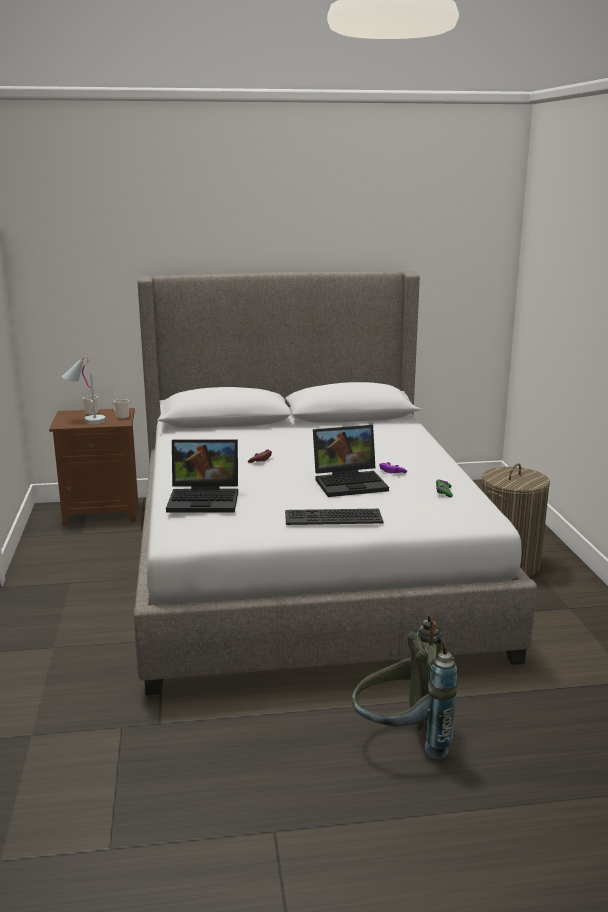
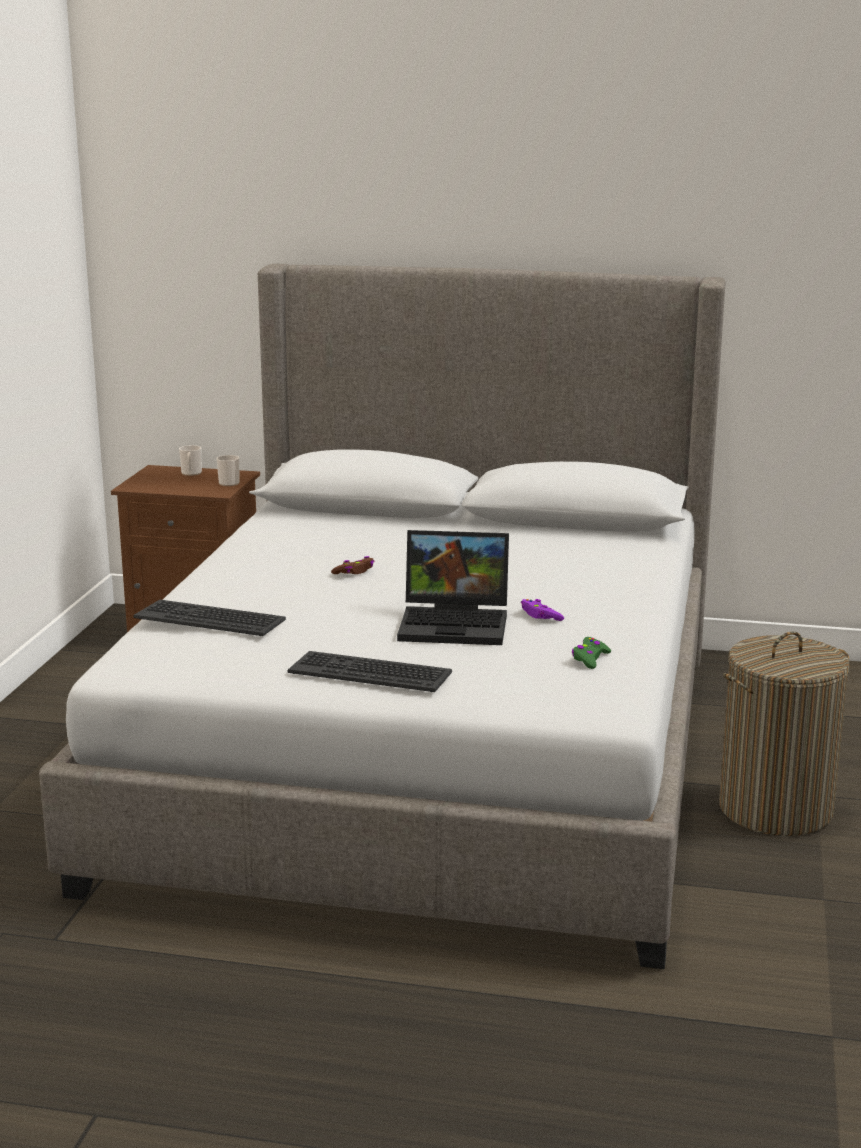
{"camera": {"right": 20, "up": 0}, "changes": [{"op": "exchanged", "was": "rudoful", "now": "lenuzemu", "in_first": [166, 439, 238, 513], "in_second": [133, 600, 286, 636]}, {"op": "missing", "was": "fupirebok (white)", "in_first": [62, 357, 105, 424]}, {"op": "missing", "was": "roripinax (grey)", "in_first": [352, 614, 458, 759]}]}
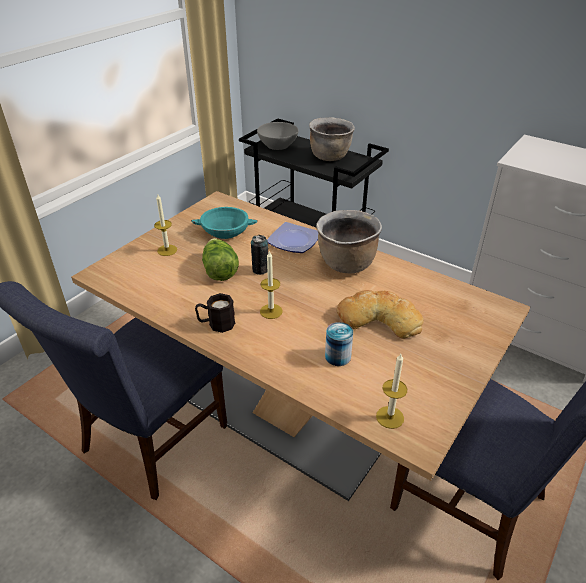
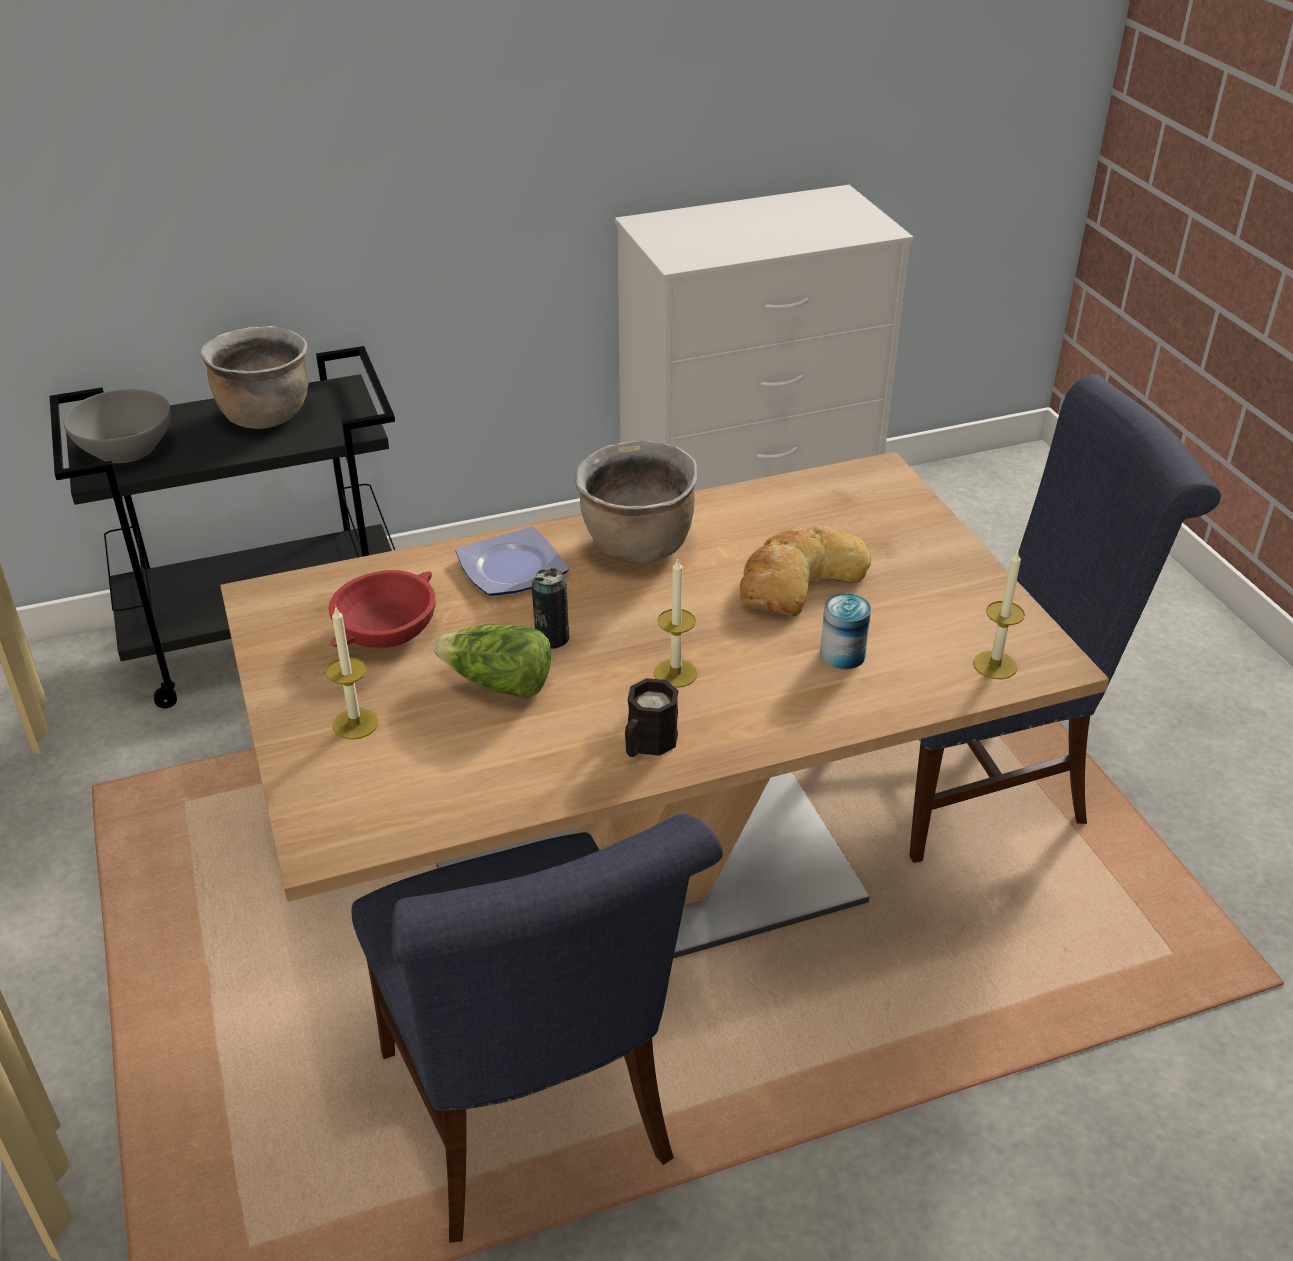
{"camera": {"right": -55, "up": 0}, "changes": [{"op": "colour", "was": "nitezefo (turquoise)", "now": "nitezefo (red)", "in_first": [191, 207, 258, 239], "in_second": [329, 570, 436, 648]}]}
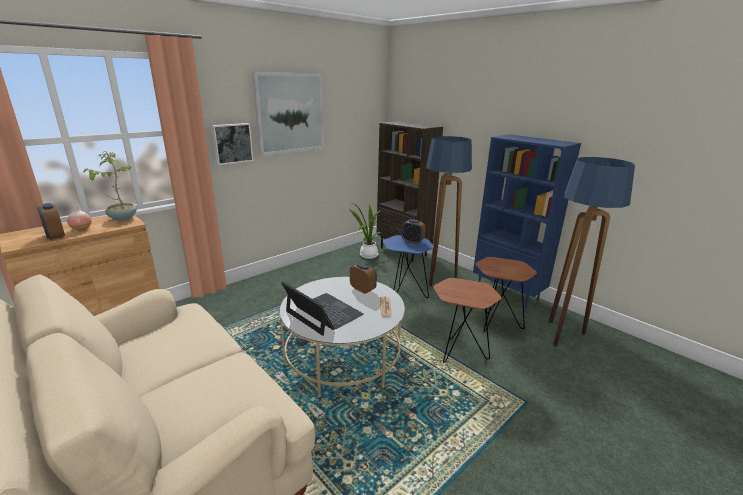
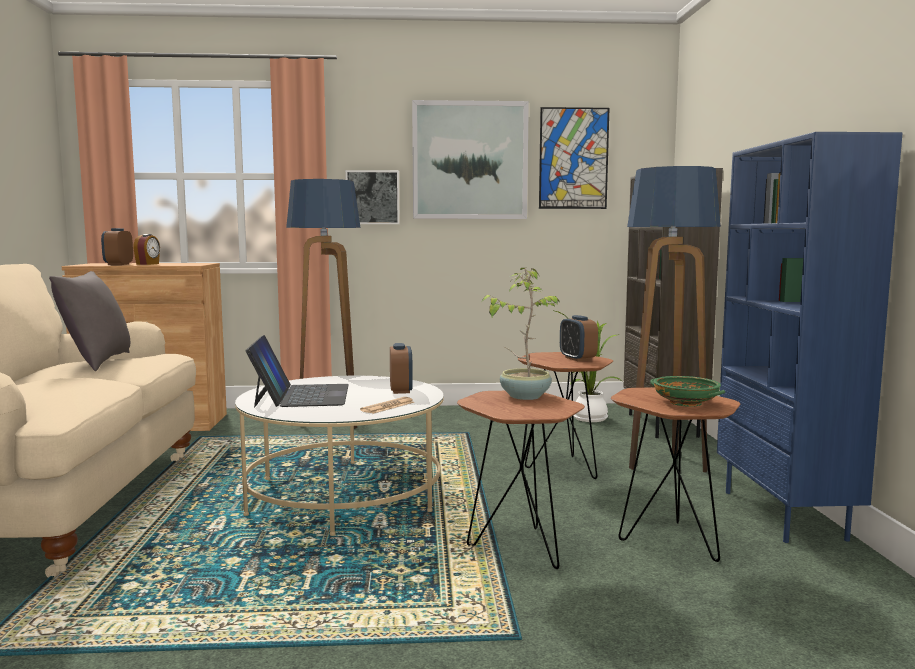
{"camera": {"right": 40, "up": -15}, "changes": [{"op": "appeared", "now": "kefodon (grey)", "in_second": [49, 271, 130, 371]}, {"op": "exchanged", "was": "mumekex", "now": "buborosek", "in_first": [67, 204, 92, 230], "in_second": [133, 234, 160, 265]}, {"op": "relocated", "was": "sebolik", "in_first": [549, 157, 635, 347], "in_second": [286, 179, 361, 429]}, {"op": "relocated", "was": "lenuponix", "in_first": [83, 151, 137, 221], "in_second": [482, 268, 560, 400]}, {"op": "colour", "was": "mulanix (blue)", "now": "mulanix (brown)", "in_first": [383, 235, 434, 298], "in_second": [518, 352, 613, 479]}, {"op": "appeared", "now": "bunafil", "in_second": [539, 107, 609, 209]}, {"op": "appeared", "now": "nitezefo (green)", "in_second": [650, 376, 725, 407]}]}
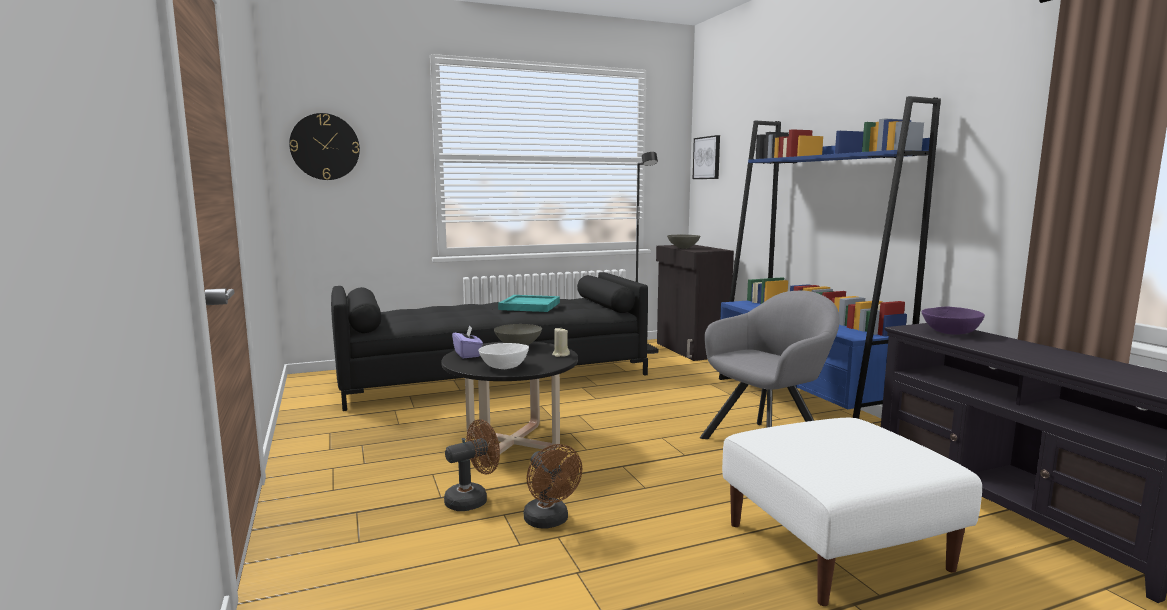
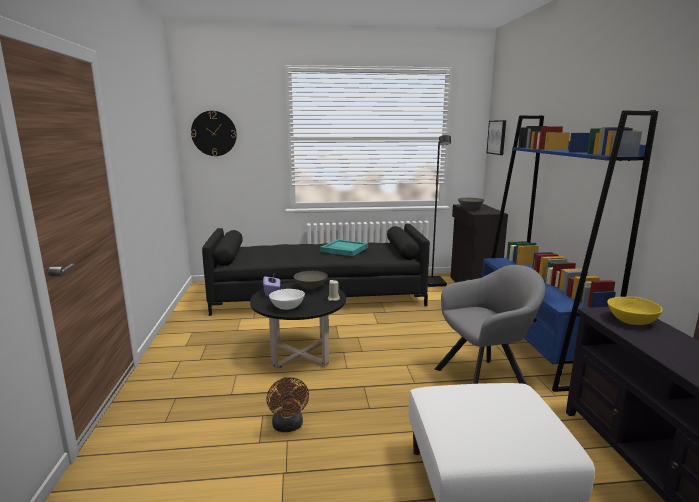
{"camera": {"right": 15, "up": 5}, "changes": [{"op": "colour", "was": "nitezefo (purple)", "now": "nitezefo (yellow)", "in_first": [921, 306, 985, 335], "in_second": [607, 296, 662, 325]}, {"op": "missing", "was": "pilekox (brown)", "in_first": [444, 420, 500, 511]}]}
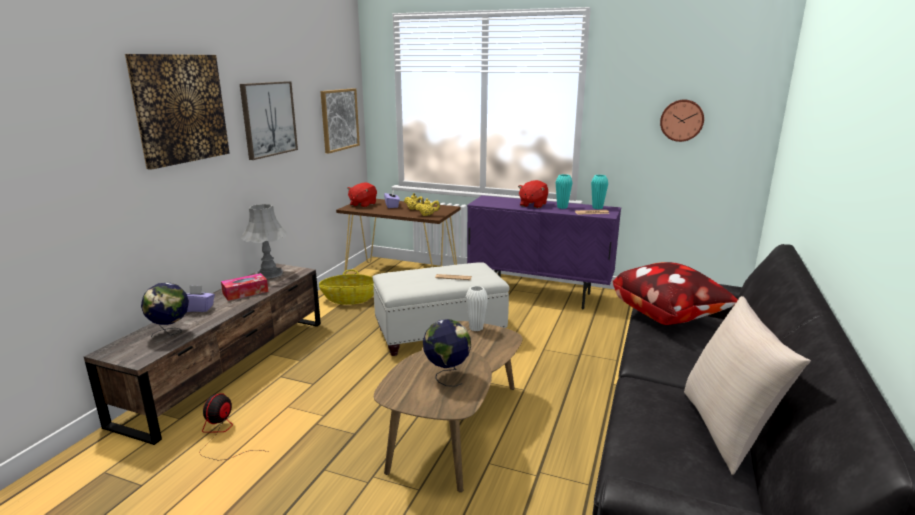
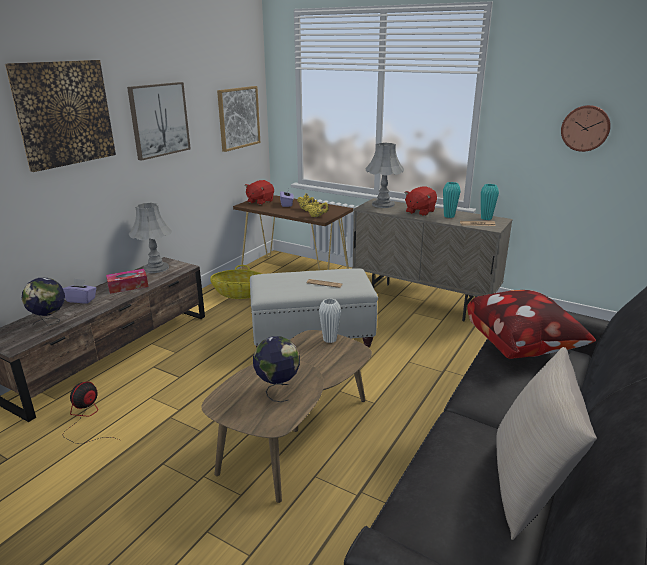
{"camera": {"right": 10, "up": 5}, "changes": [{"op": "colour", "was": "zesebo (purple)", "now": "zesebo (beige)", "in_first": [467, 195, 621, 310], "in_second": [352, 198, 513, 322]}, {"op": "appeared", "now": "fupirebok (grey)", "in_second": [365, 143, 404, 208]}]}
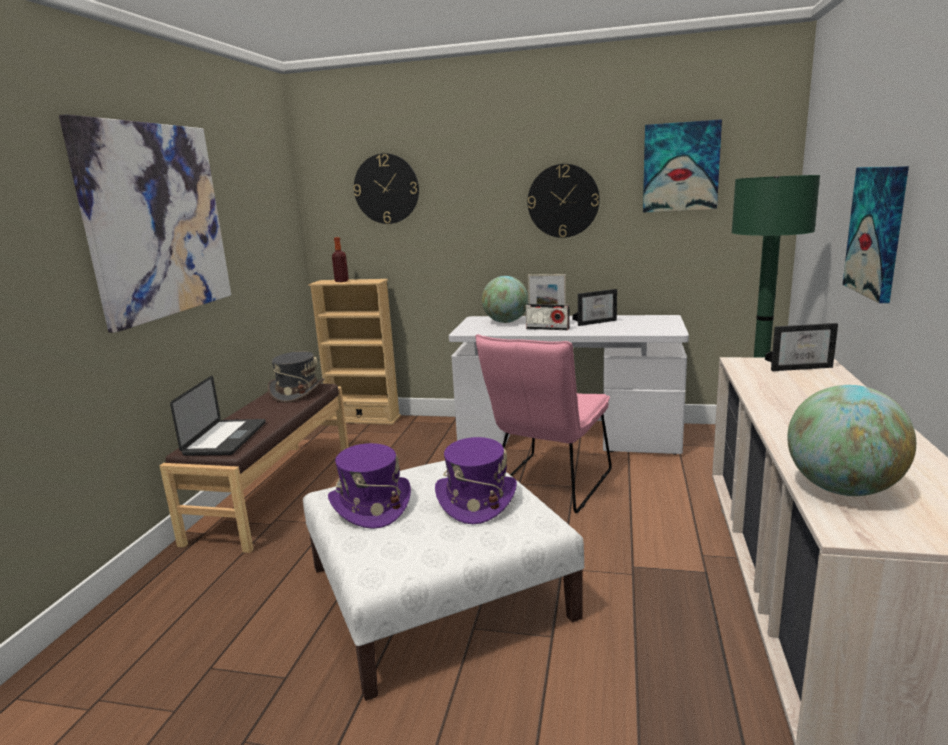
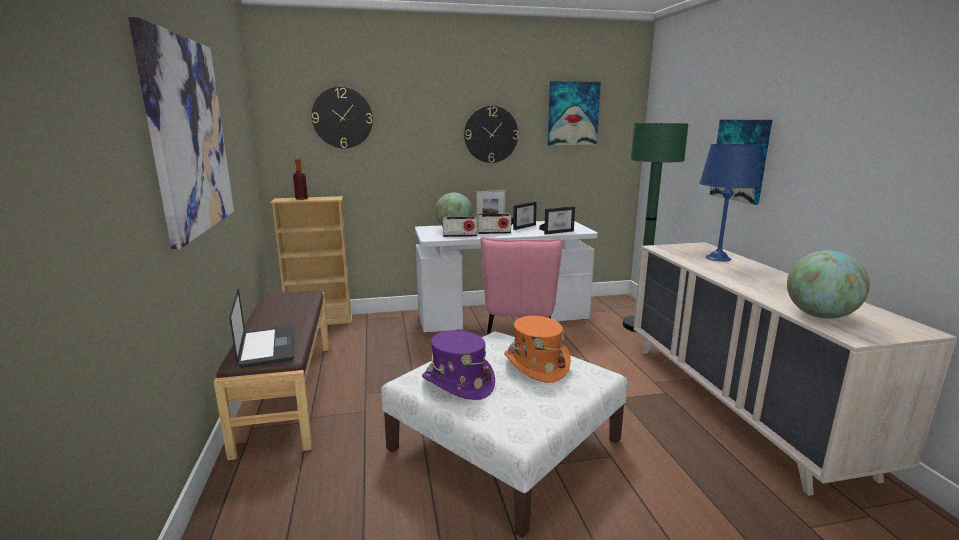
{"camera": {"right": -25, "up": 0}, "changes": [{"op": "appeared", "now": "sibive", "in_second": [443, 216, 477, 237]}, {"op": "colour", "was": "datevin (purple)", "now": "datevin (orange)", "in_first": [435, 437, 517, 524], "in_second": [504, 316, 571, 383]}, {"op": "relocated", "was": "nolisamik", "in_first": [765, 323, 838, 371], "in_second": [539, 206, 575, 235]}, {"op": "appeared", "now": "fupirebok (blue)", "in_second": [700, 144, 760, 262]}, {"op": "missing", "was": "datevin (grey)", "in_first": [268, 351, 325, 403]}]}
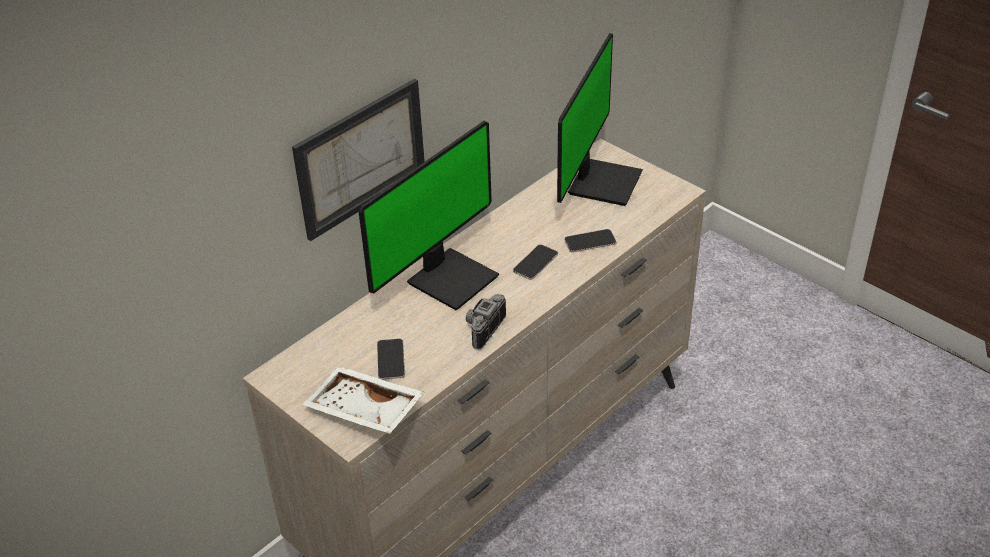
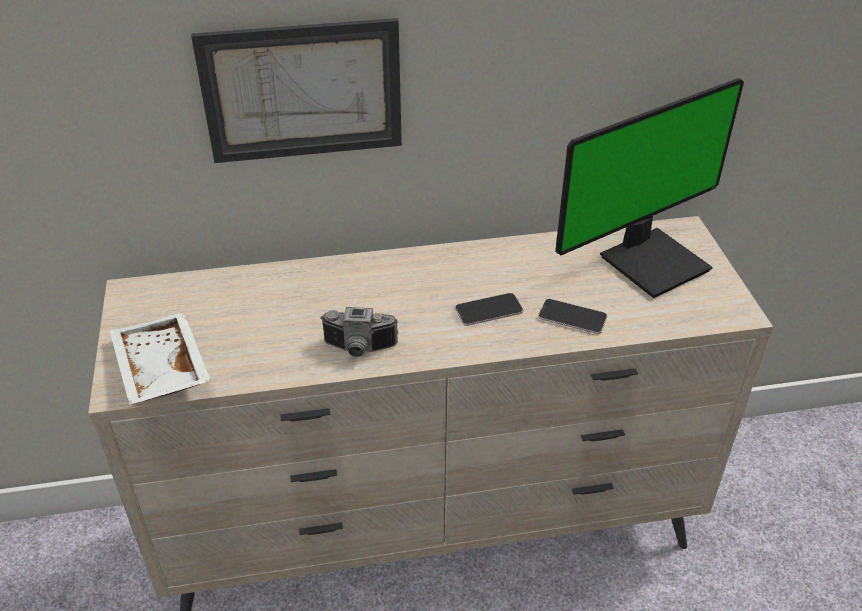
{"camera": {"right": 35, "up": 0}, "changes": [{"op": "spun", "was": "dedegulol", "in_first": [466, 294, 506, 349], "in_second": [320, 307, 398, 357], "clockwise": -150}, {"op": "missing", "was": "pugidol", "in_first": [358, 121, 499, 311]}, {"op": "missing", "was": "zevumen", "in_first": [377, 338, 405, 380]}]}
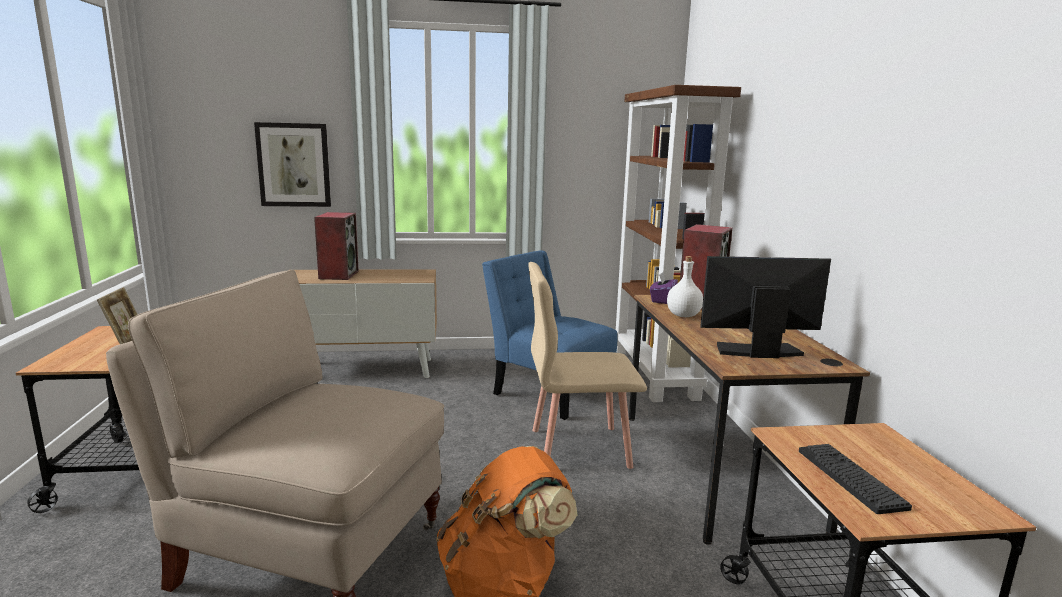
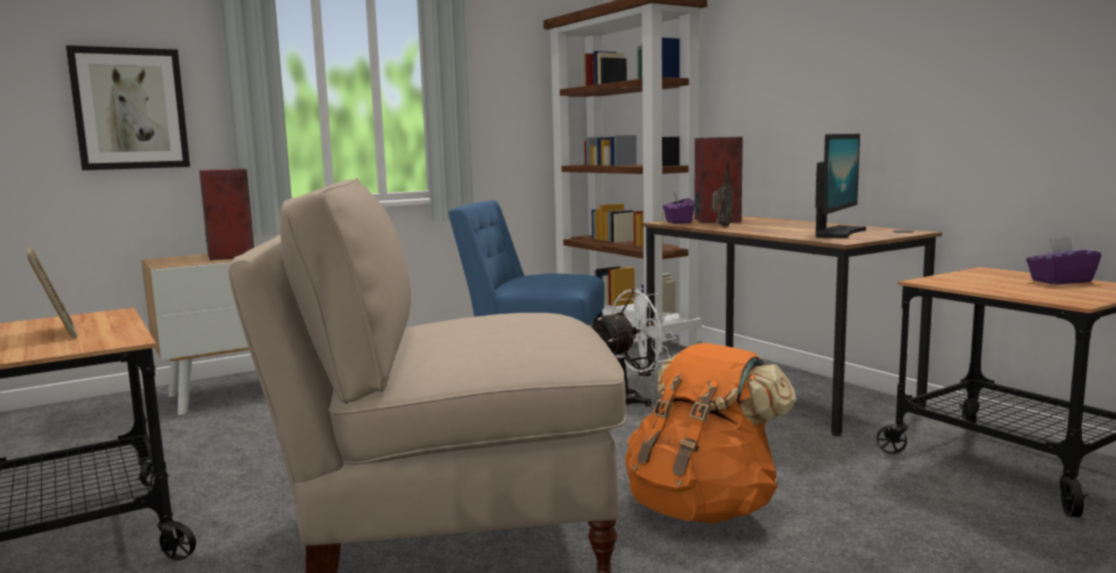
{"camera": {"right": -25, "up": -5}, "changes": [{"op": "exchanged", "was": "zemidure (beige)", "now": "pilekox (white)", "in_first": [528, 262, 647, 469], "in_second": [592, 288, 676, 407]}, {"op": "exchanged", "was": "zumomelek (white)", "now": "sibive", "in_first": [667, 256, 703, 317], "in_second": [712, 160, 733, 227]}, {"op": "spun", "was": "pugidol", "in_first": [700, 256, 831, 358], "in_second": [815, 134, 866, 238], "clockwise": 150}, {"op": "appeared", "now": "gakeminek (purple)", "in_second": [1026, 237, 1102, 284]}, {"op": "missing", "was": "lenuzemu", "in_first": [799, 444, 912, 514]}]}
